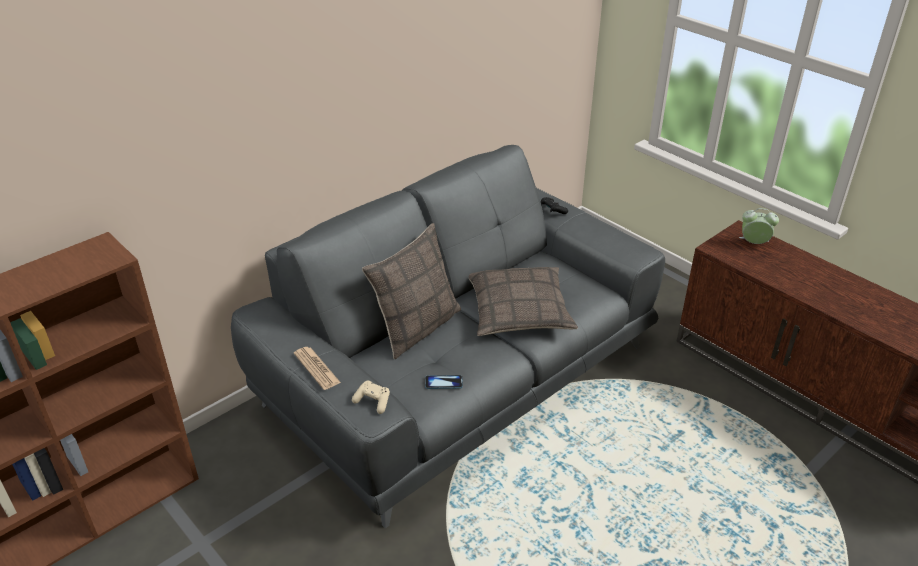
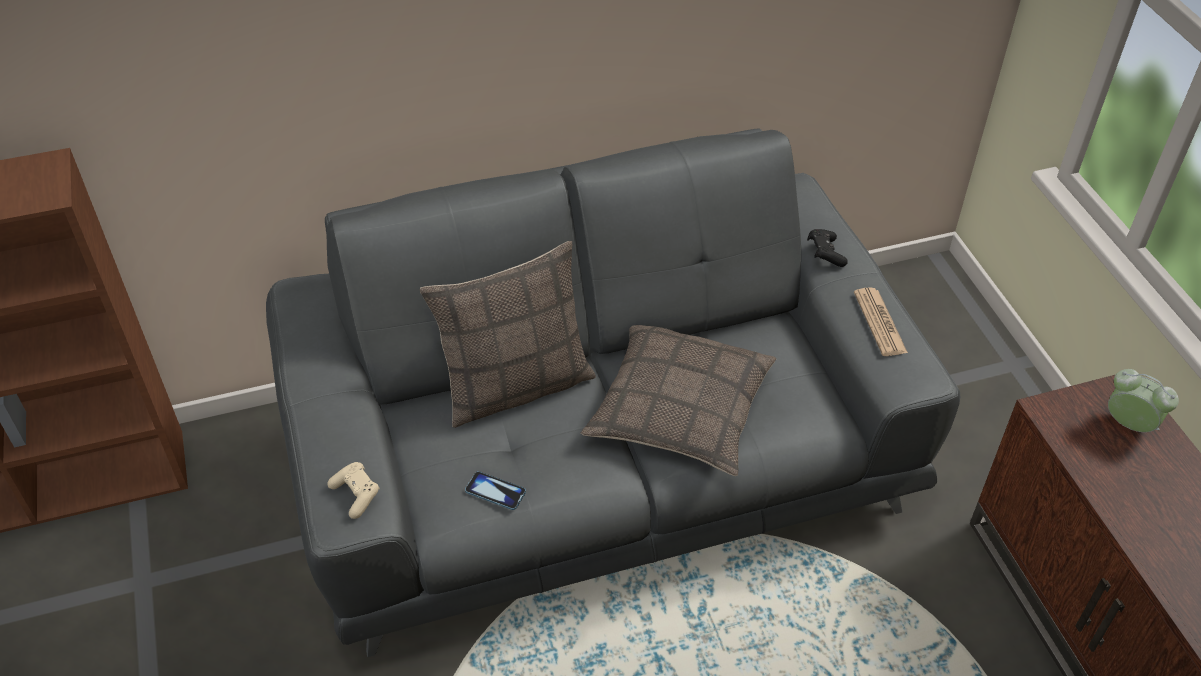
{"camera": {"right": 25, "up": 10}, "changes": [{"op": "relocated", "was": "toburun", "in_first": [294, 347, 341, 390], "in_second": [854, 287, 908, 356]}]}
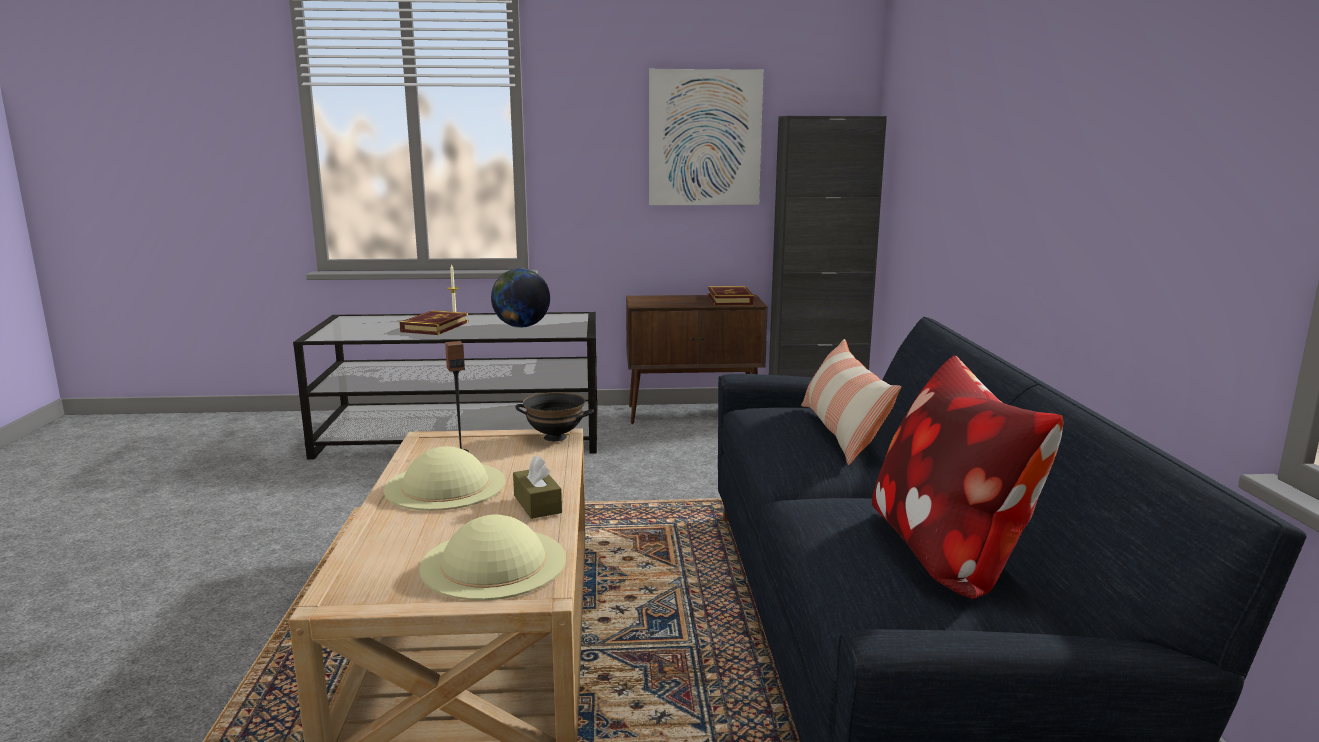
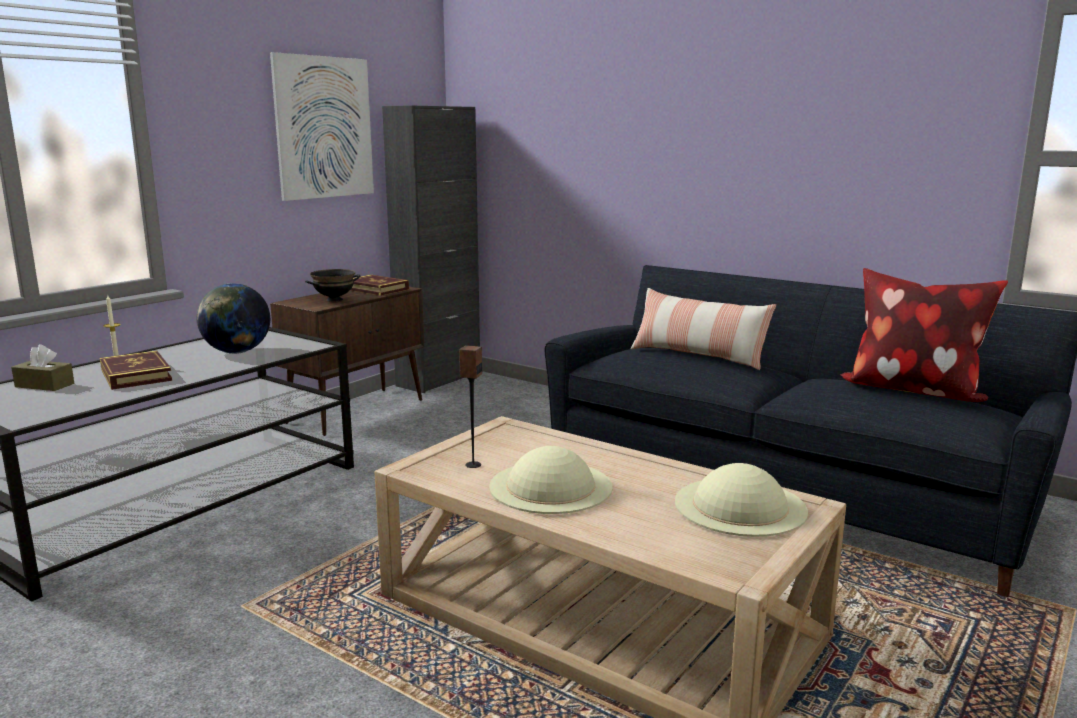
{"camera": {"right": -50, "up": 0}, "changes": [{"op": "relocated", "was": "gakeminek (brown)", "in_first": [513, 456, 562, 519], "in_second": [11, 344, 74, 391]}, {"op": "relocated", "was": "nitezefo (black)", "in_first": [515, 392, 594, 441], "in_second": [305, 269, 360, 302]}]}
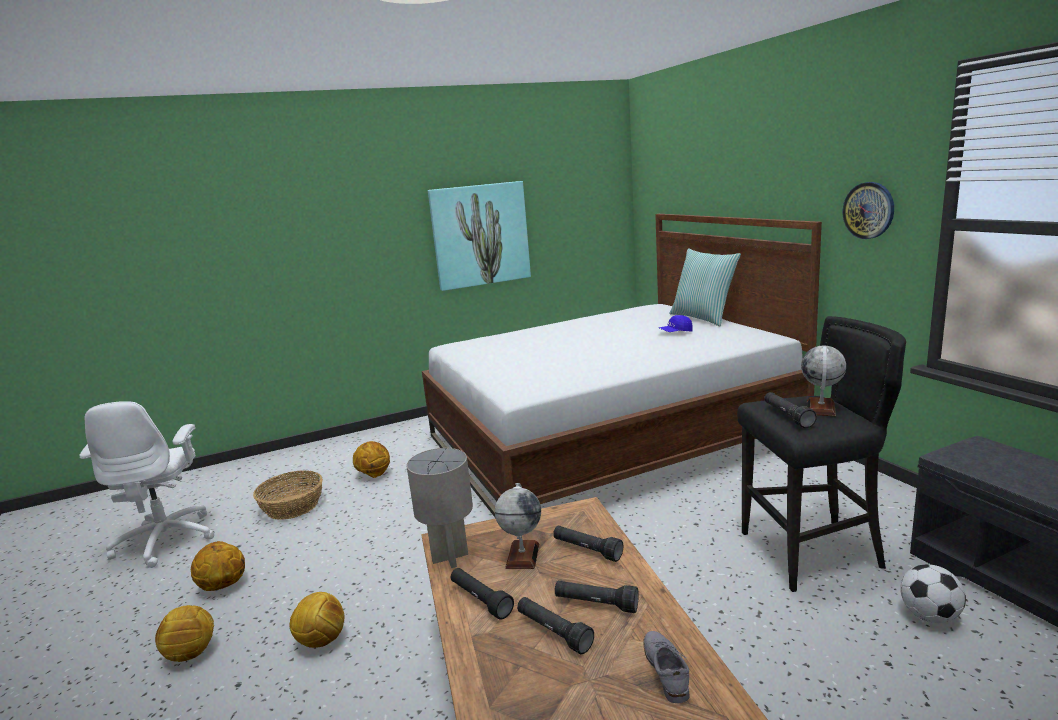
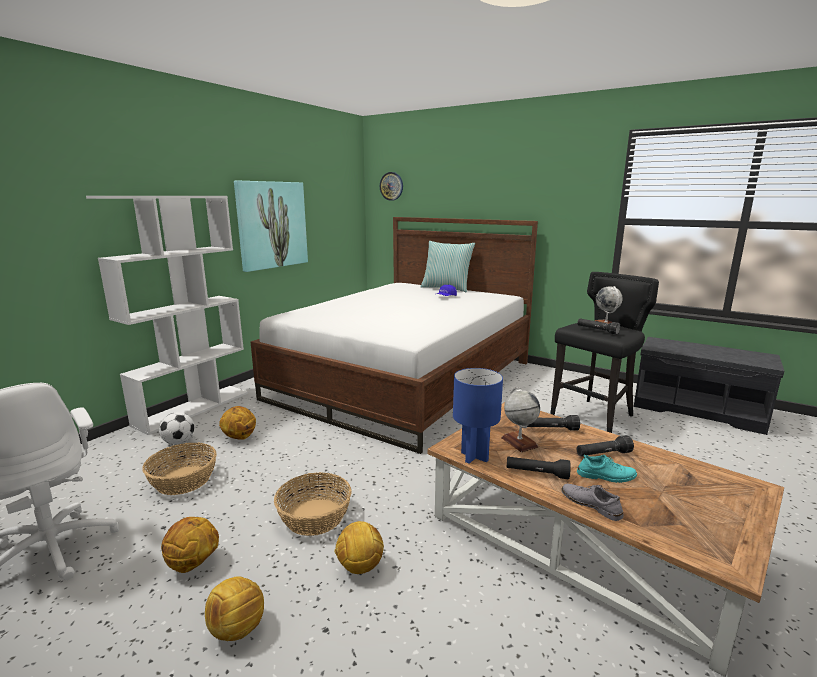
{"camera": {"right": -35, "up": 0}, "changes": [{"op": "appeared", "now": "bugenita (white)", "in_second": [86, 196, 248, 435]}, {"op": "relocated", "was": "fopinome", "in_first": [900, 564, 966, 623], "in_second": [159, 412, 195, 445]}, {"op": "appeared", "now": "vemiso", "in_second": [274, 472, 352, 536]}, {"op": "relocated", "was": "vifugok", "in_first": [842, 182, 894, 239], "in_second": [380, 172, 403, 201]}, {"op": "colour", "was": "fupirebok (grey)", "now": "fupirebok (blue)", "in_first": [406, 448, 473, 568], "in_second": [453, 368, 503, 464]}, {"op": "relocated", "was": "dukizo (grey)", "in_first": [643, 631, 690, 703], "in_second": [562, 484, 623, 521]}, {"op": "exchanged", "was": "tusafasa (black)", "now": "dukizo (turquoise)", "in_first": [517, 597, 594, 655], "in_second": [577, 455, 637, 483]}]}
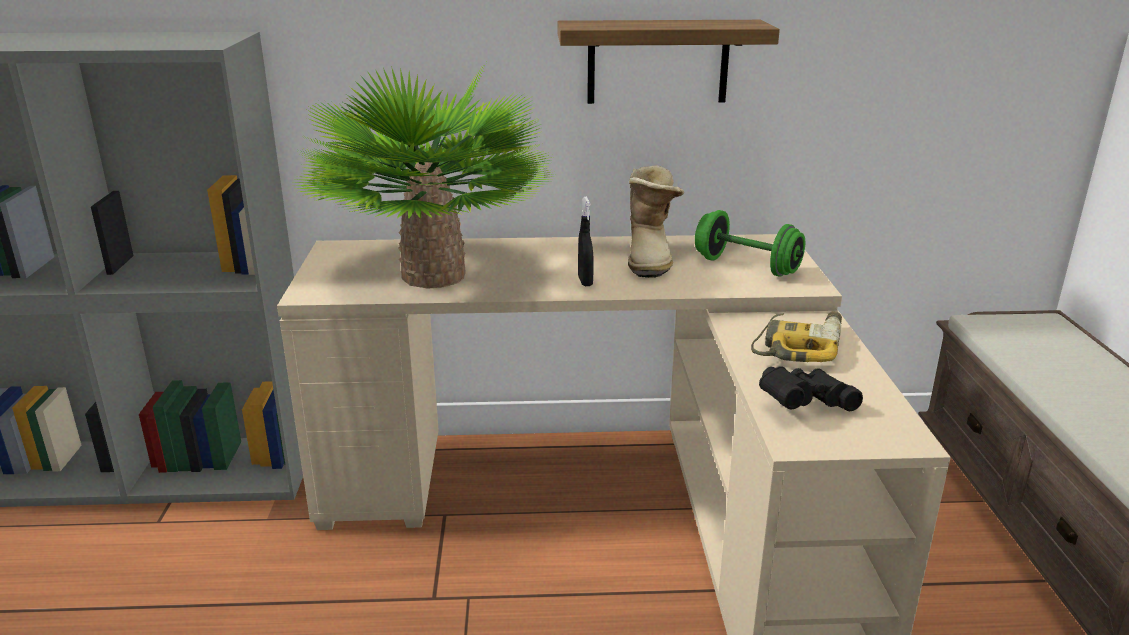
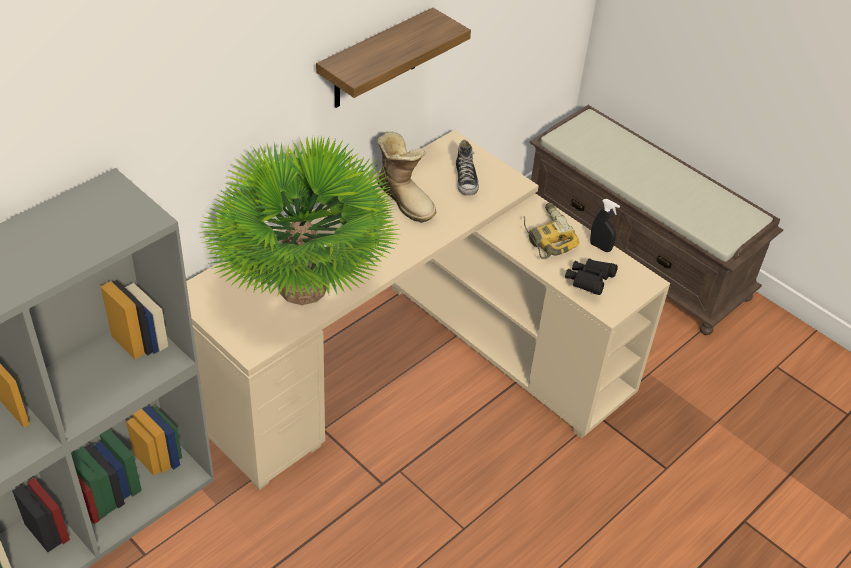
{"camera": {"right": -45, "up": 20}, "changes": [{"op": "exchanged", "was": "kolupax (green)", "now": "dukizo", "in_first": [695, 210, 805, 277], "in_second": [456, 140, 479, 195]}, {"op": "relocated", "was": "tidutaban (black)", "in_first": [578, 197, 594, 286], "in_second": [590, 199, 620, 252]}]}
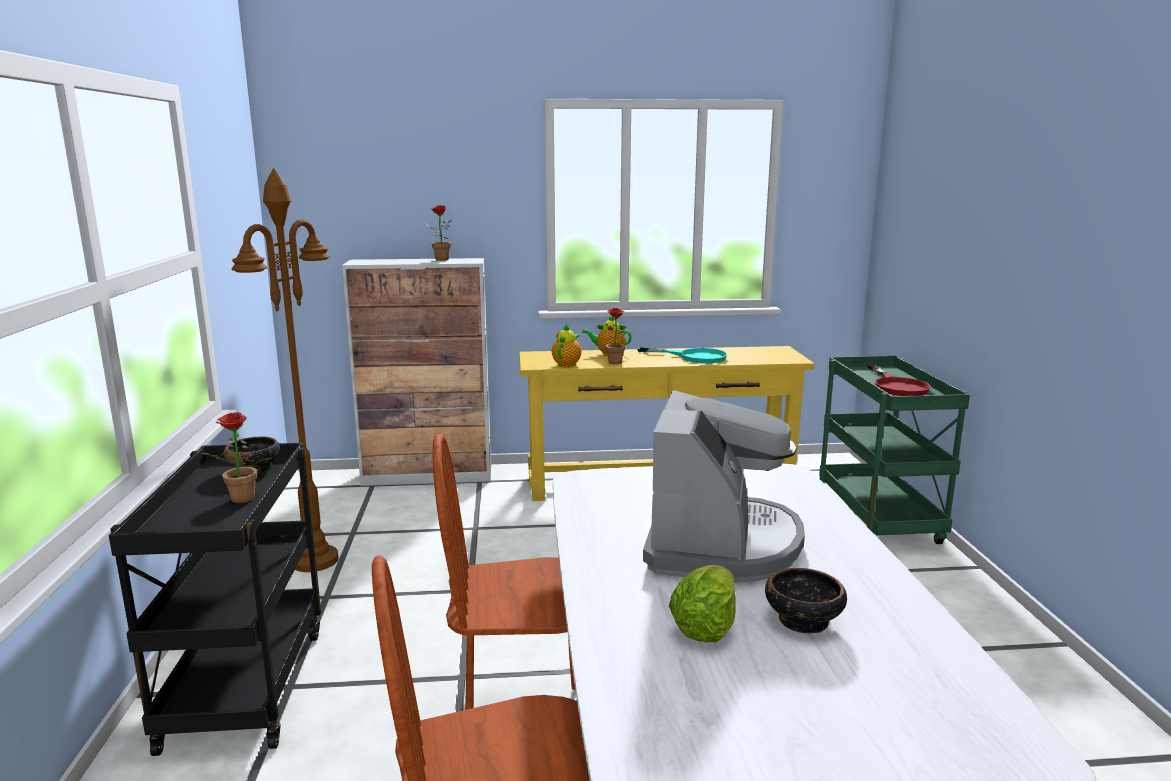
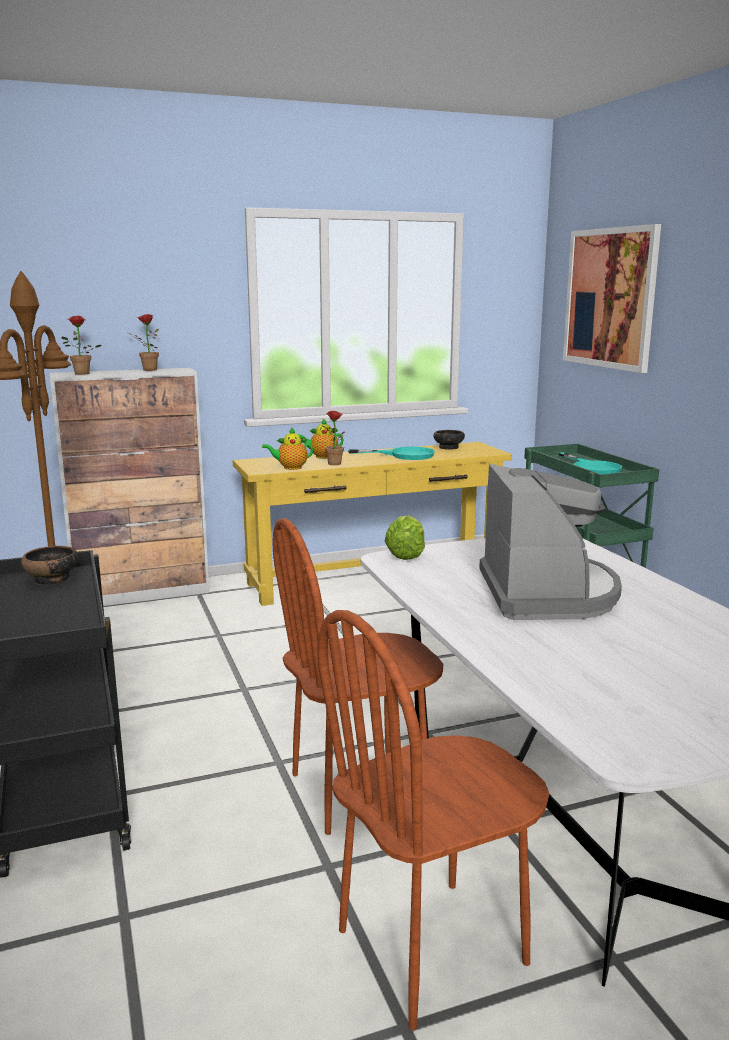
{"camera": {"right": -15, "up": 0}, "changes": [{"op": "relocated", "was": "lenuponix", "in_first": [200, 412, 271, 503], "in_second": [61, 316, 102, 375]}, {"op": "spun", "was": "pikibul", "in_first": [552, 324, 581, 367], "in_second": [262, 427, 313, 470], "clockwise": -105}, {"op": "relocated", "was": "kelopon", "in_first": [669, 565, 735, 642], "in_second": [385, 516, 425, 560]}, {"op": "relocated", "was": "nitezefo", "in_first": [765, 568, 847, 634], "in_second": [433, 430, 465, 450]}, {"op": "colour", "was": "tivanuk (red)", "now": "tivanuk (turquoise)", "in_first": [868, 365, 931, 396], "in_second": [558, 452, 622, 474]}, {"op": "appeared", "now": "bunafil", "in_second": [563, 224, 661, 373]}]}
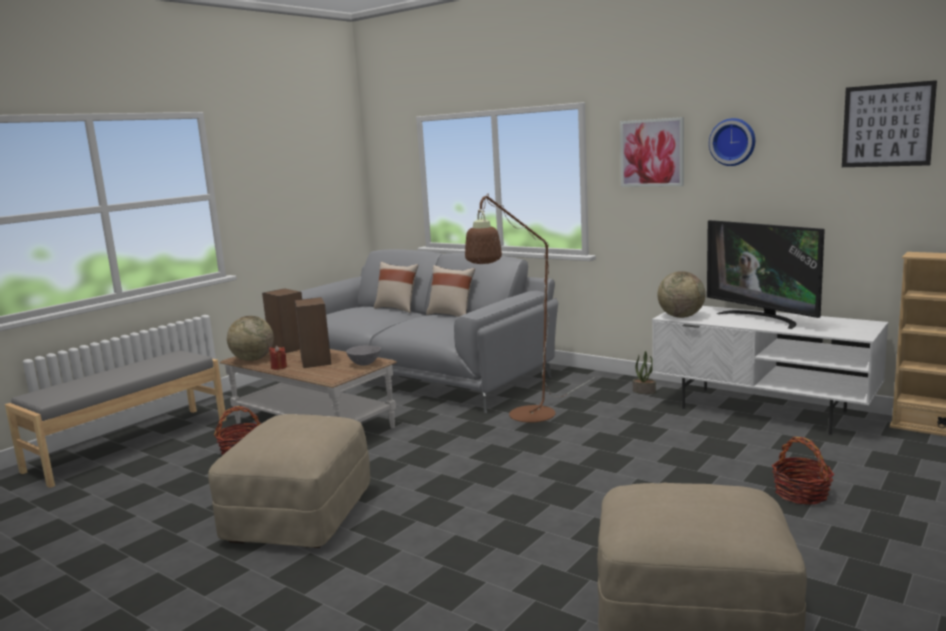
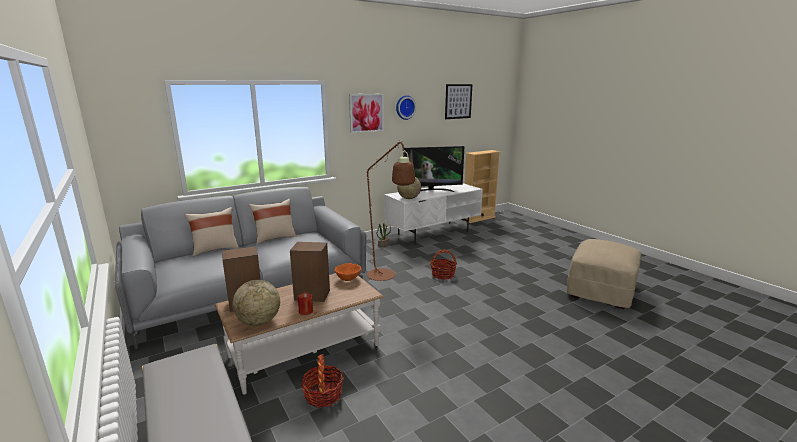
{"camera": {"right": -70, "up": 5}, "changes": [{"op": "colour", "was": "nitezefo (grey)", "now": "nitezefo (orange)", "in_first": [346, 346, 381, 366], "in_second": [335, 263, 361, 281]}, {"op": "relocated", "was": "vemiso", "in_first": [772, 437, 834, 505], "in_second": [430, 250, 457, 280]}, {"op": "missing", "was": "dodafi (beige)", "in_first": [208, 414, 370, 548]}]}
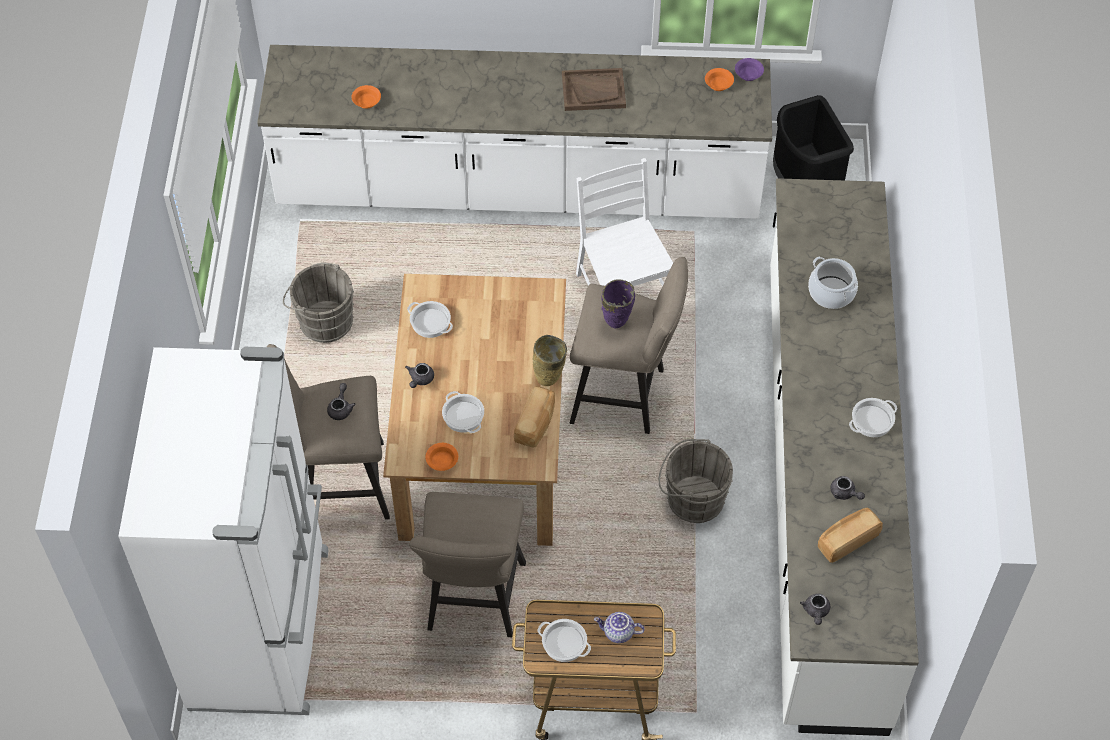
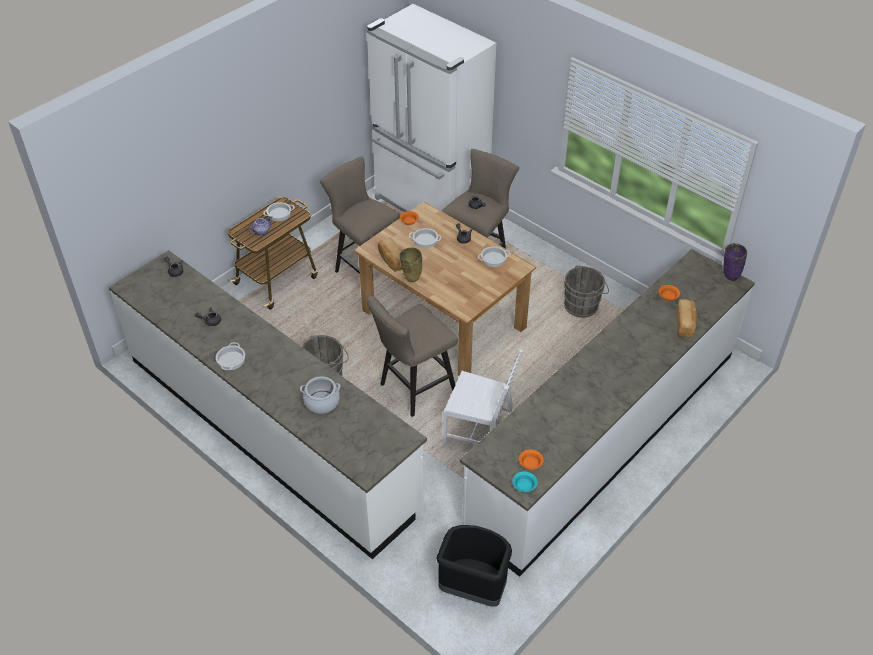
{"camera": {"right": 130, "up": -10}, "changes": [{"op": "colour", "was": "nitezefo (purple)", "now": "nitezefo (turquoise)", "in_first": [735, 58, 764, 81], "in_second": [512, 471, 537, 492]}, {"op": "relocated", "was": "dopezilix", "in_first": [818, 508, 883, 563], "in_second": [677, 299, 697, 337]}, {"op": "relocated", "was": "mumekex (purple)", "in_first": [601, 279, 635, 328], "in_second": [724, 243, 747, 281]}, {"op": "missing", "was": "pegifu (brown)", "in_first": [562, 68, 626, 111]}]}
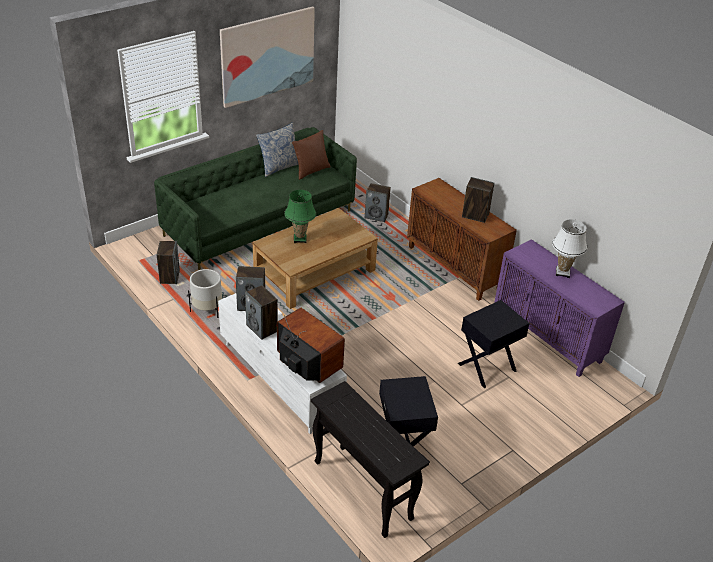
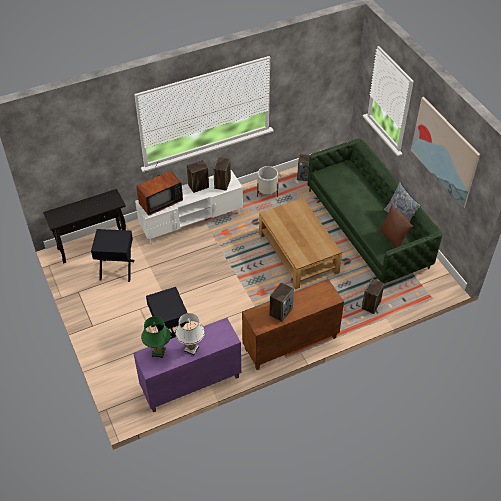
{"camera": {"right": 105, "up": 10}, "changes": [{"op": "relocated", "was": "fupirebok (green)", "in_first": [284, 190, 316, 243], "in_second": [141, 316, 171, 358]}]}
